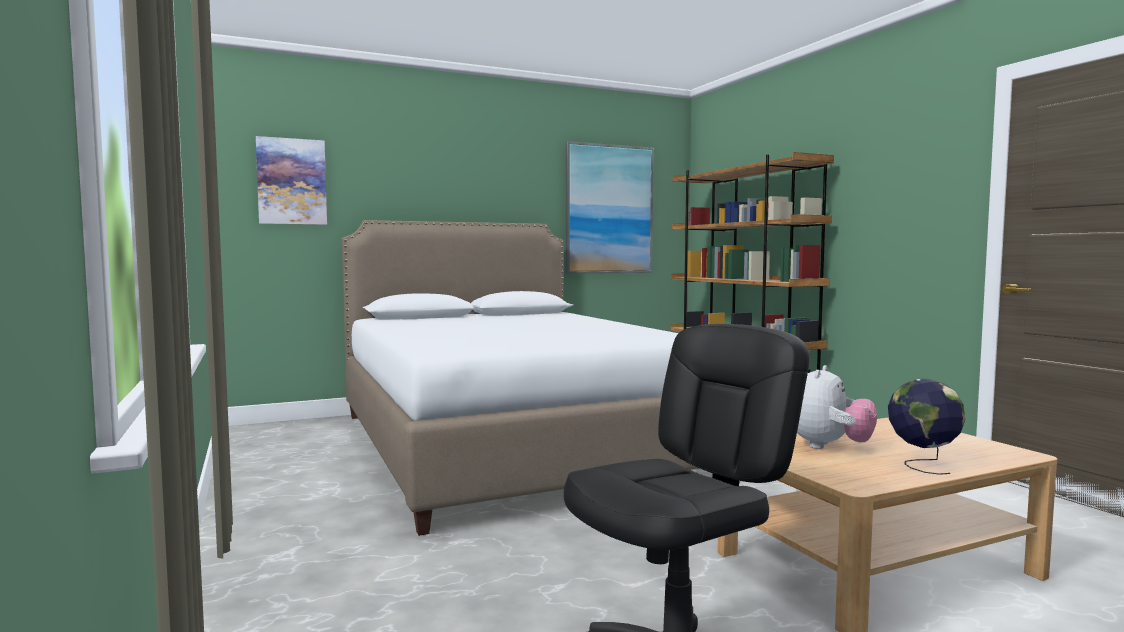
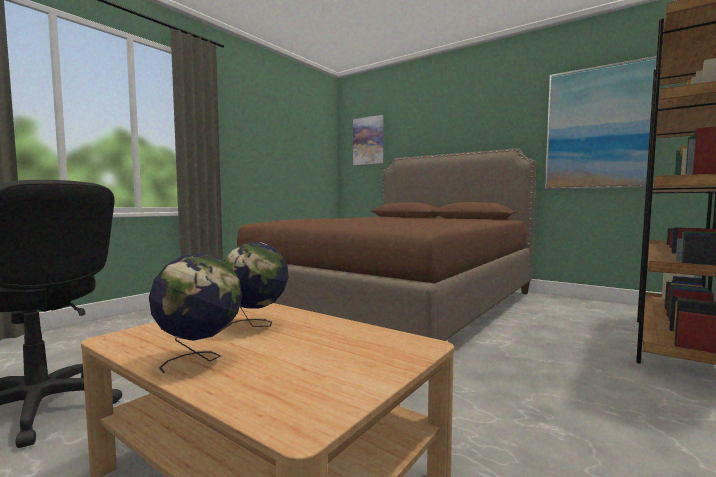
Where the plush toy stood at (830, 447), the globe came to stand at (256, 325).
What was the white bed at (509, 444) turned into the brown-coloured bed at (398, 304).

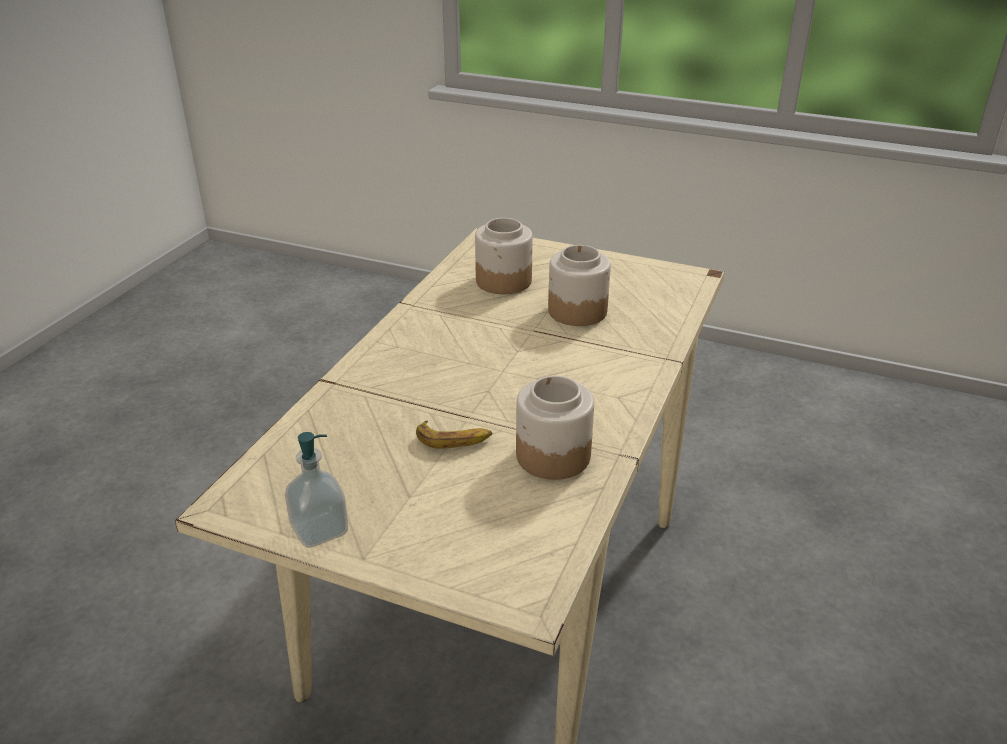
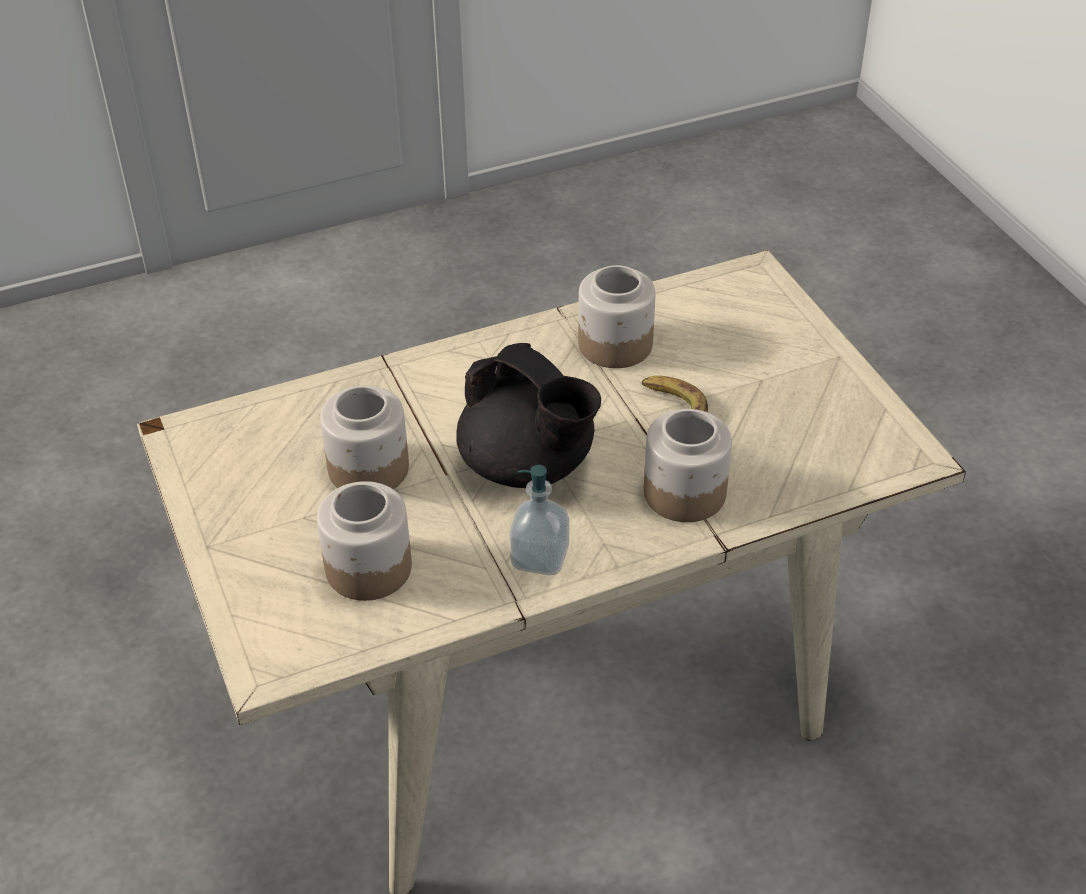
The second view gained the blackish pot for tea at (528, 466).
The soap bottle ended up elsewhere, having gone from (320, 530) to (540, 557).
The second view gained the preserve jar at (683, 493).

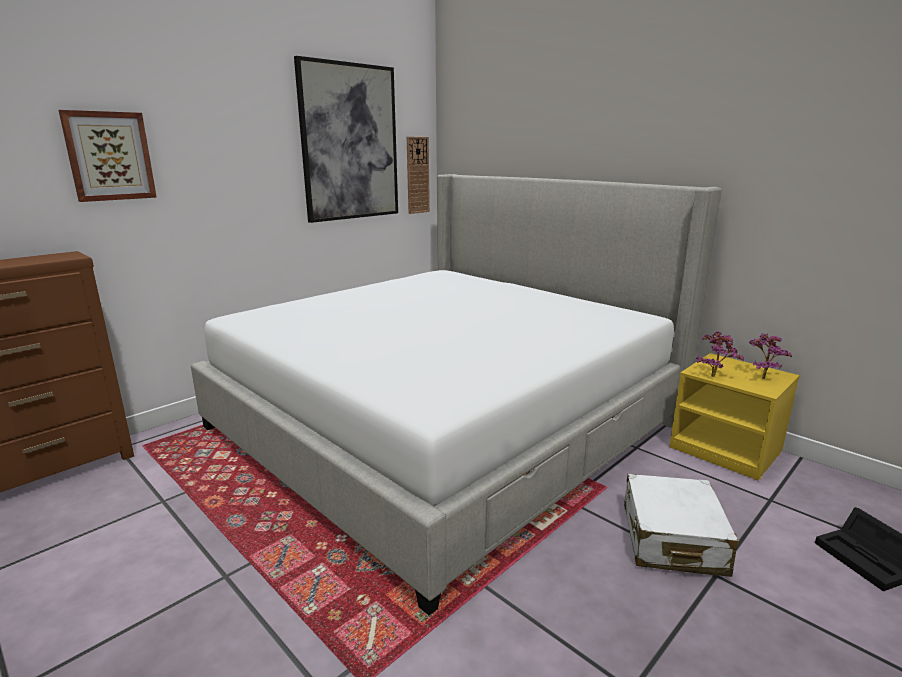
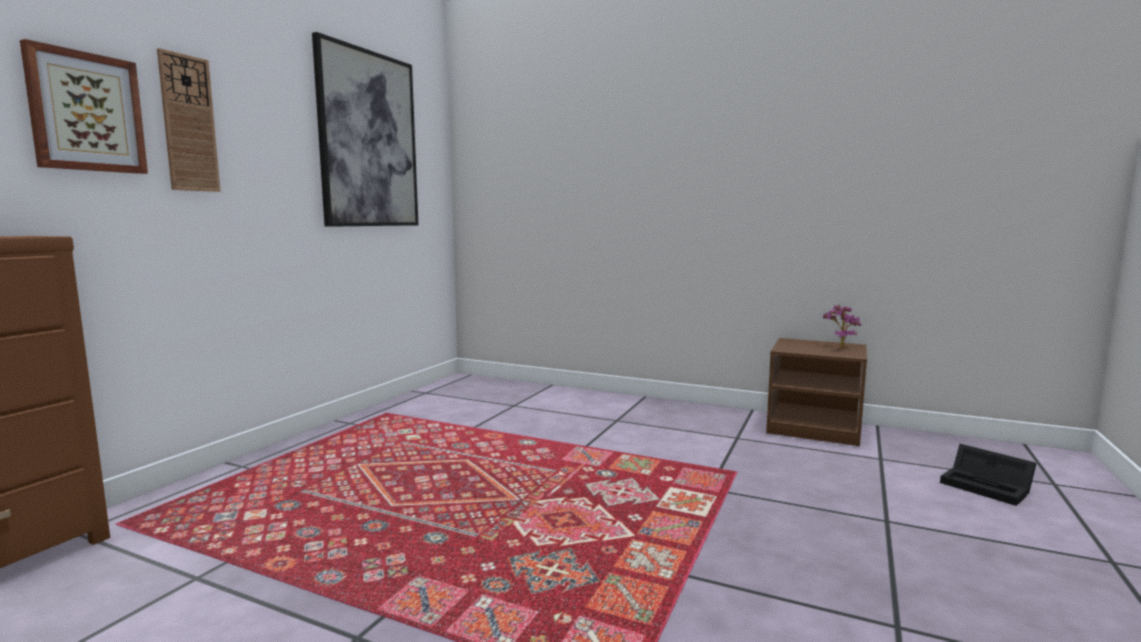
The clock on the wall ended up elsewhere, having gone from (417, 175) to (189, 124).
What was the yellow nightstand at (726, 450) turned into the brown-coloured nightstand at (815, 429).
The second view lost the bed at (446, 423).
The second view lost the white travel case at (672, 539).
The second view lost the potted plant at (714, 376).

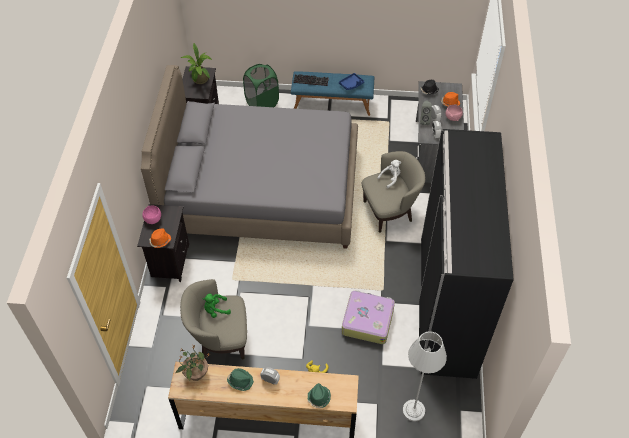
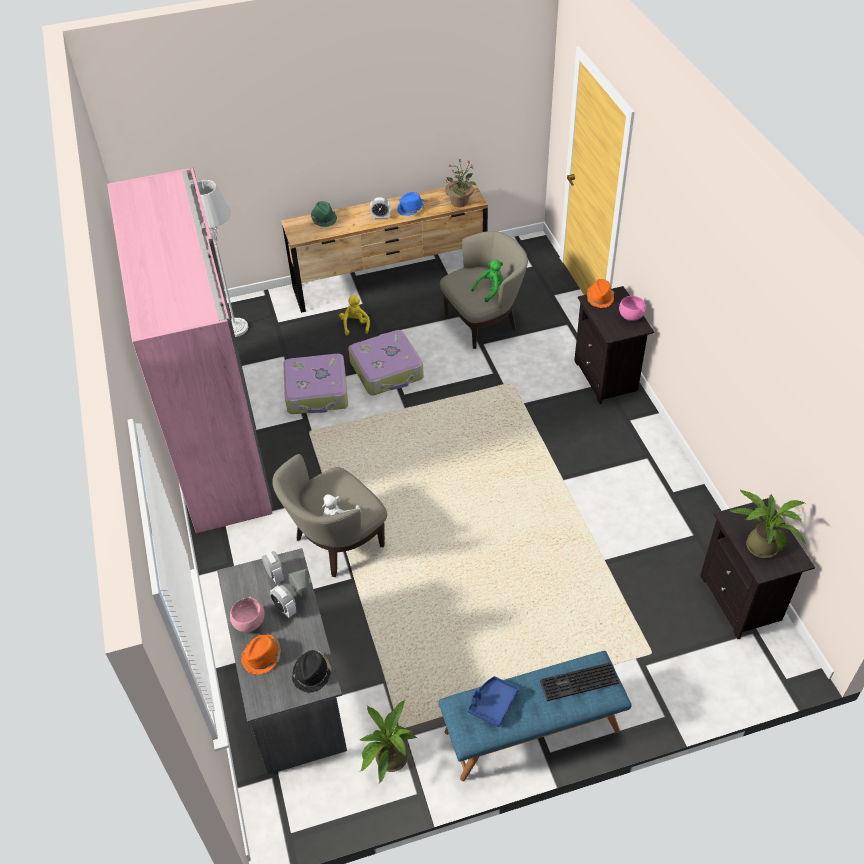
What was the blackish wardrobe at (446, 306) turned into the pink wardrobe at (217, 439).
The second view gained the travel case at (387, 371).
The second view gained the potted plant at (388, 760).
What was the green-coloured clothing hat at (240, 381) turned into the blue clothing hat at (411, 209).
The second view lost the gray bed at (261, 191).
The second view lost the green-coloured washing basket at (262, 103).

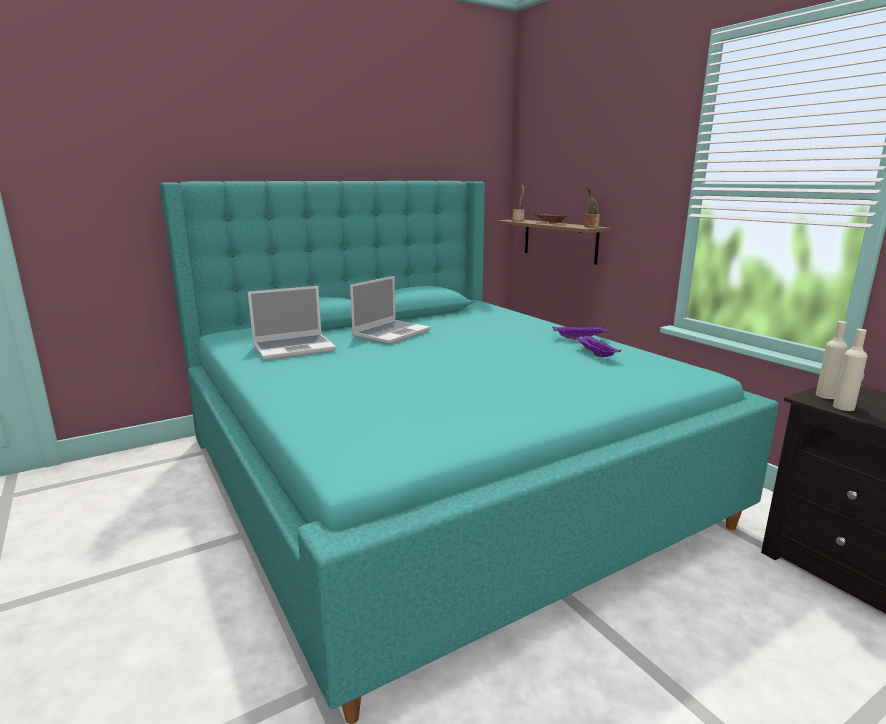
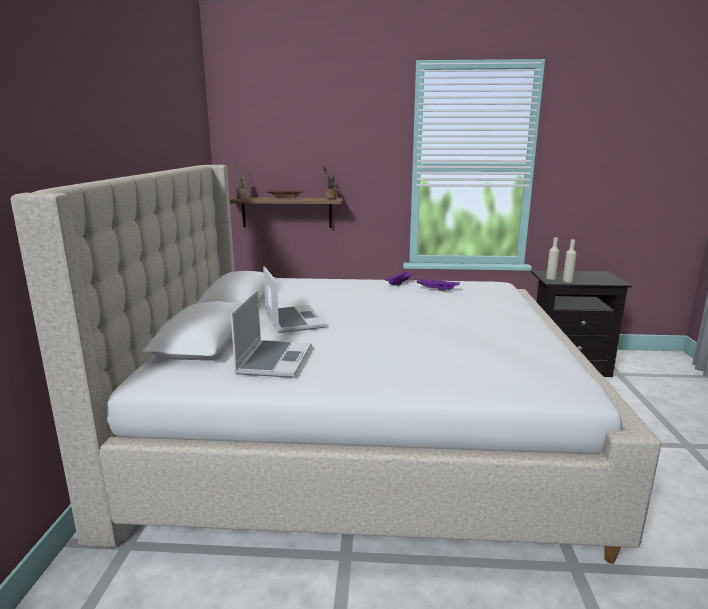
What was the turquoise bed at (434, 476) turned into the beige bed at (357, 431).

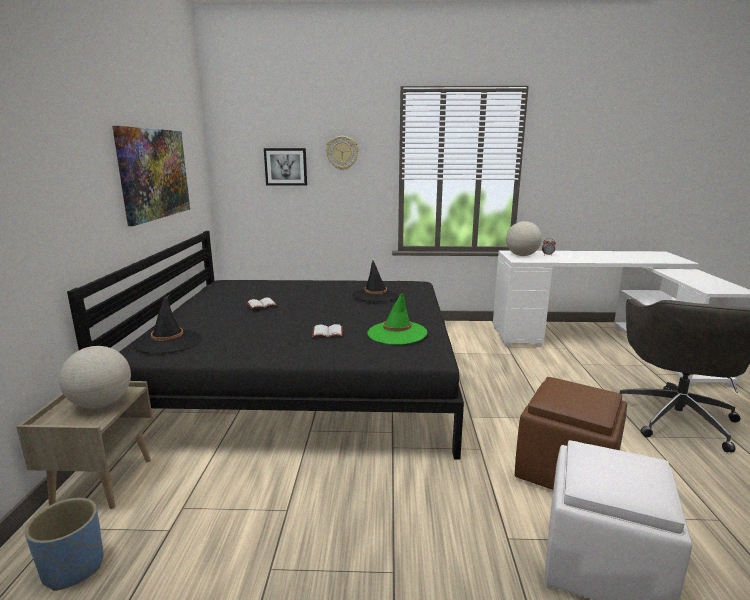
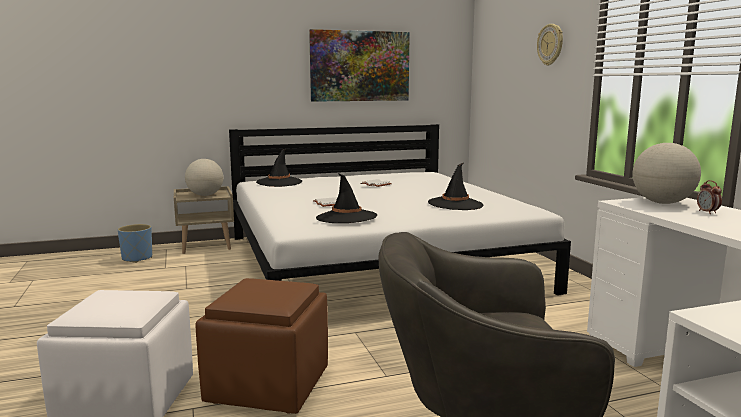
What was the blackish bed at (305, 377) turned into the white bed at (376, 262).
What was the green-coloured clothing hat at (397, 333) turned into the blackish clothing hat at (346, 217).
The second view lost the wall picture at (286, 167).

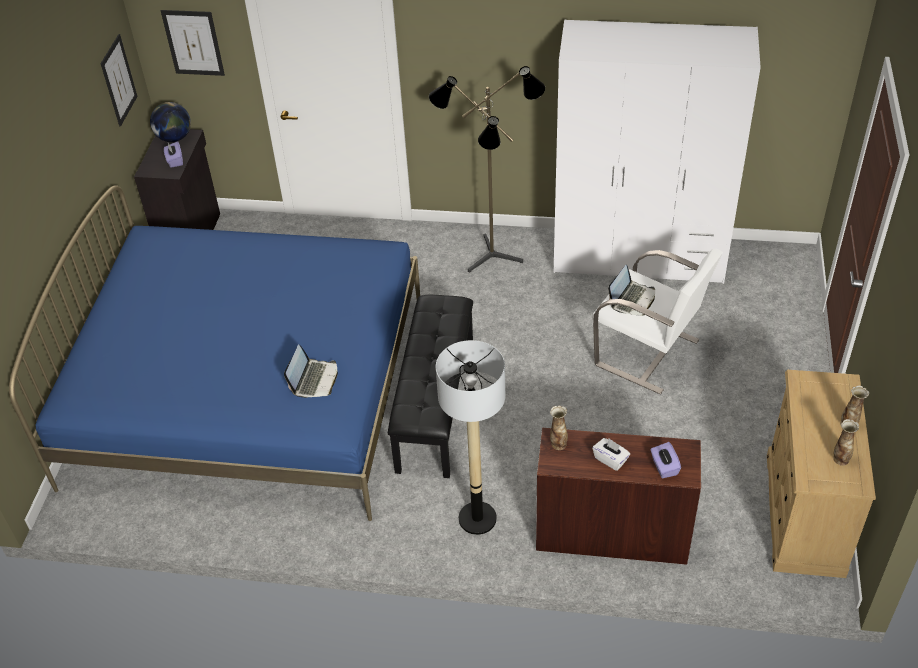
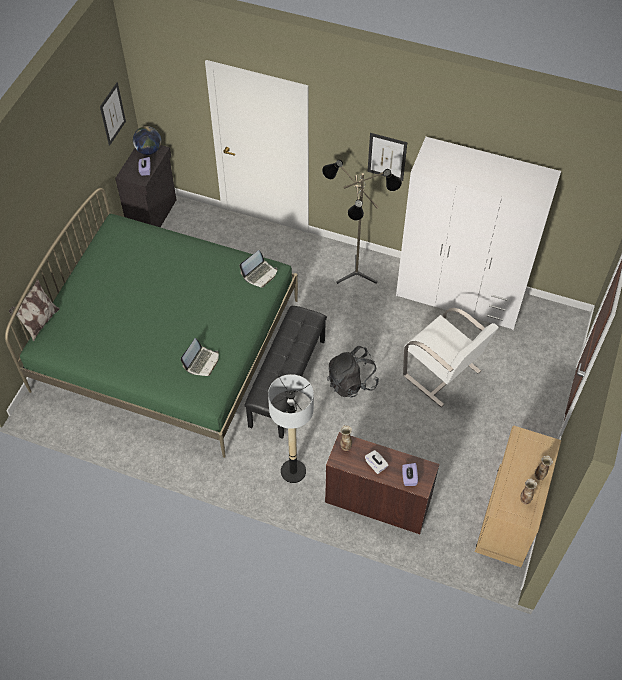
What was the blue bed at (249, 390) turned into the green-coloured bed at (167, 344).
The second view gained the throw pillow at (40, 323).
The laptop ended up elsewhere, having gone from (632, 299) to (260, 274).
The second view gained the blackish knapsack at (351, 382).
The wall picture ended up elsewhere, having gone from (193, 43) to (387, 156).

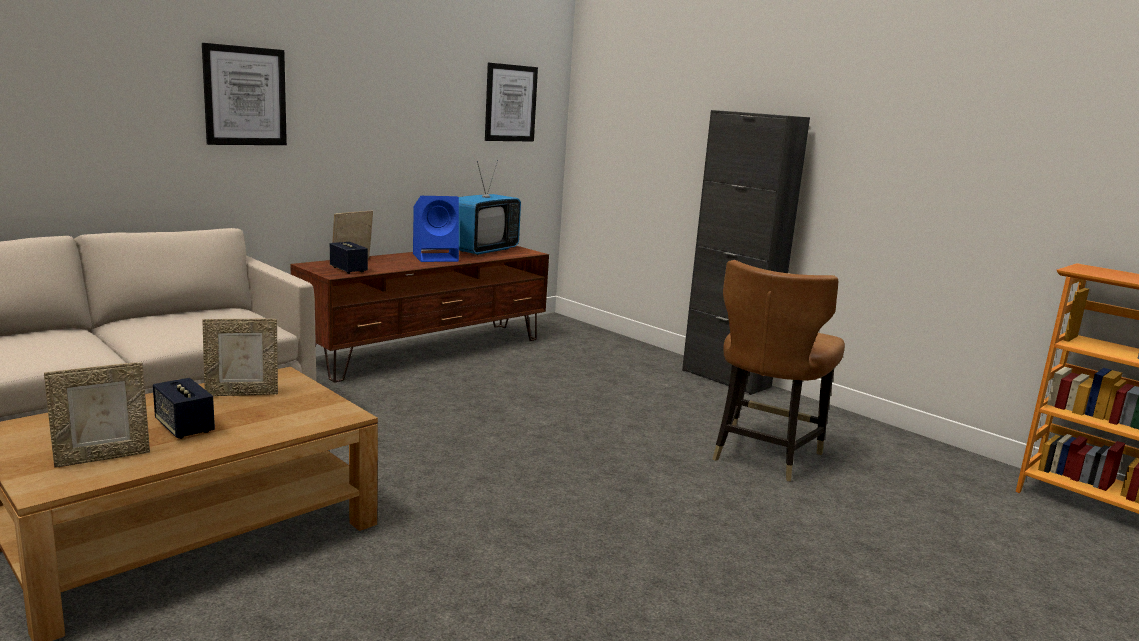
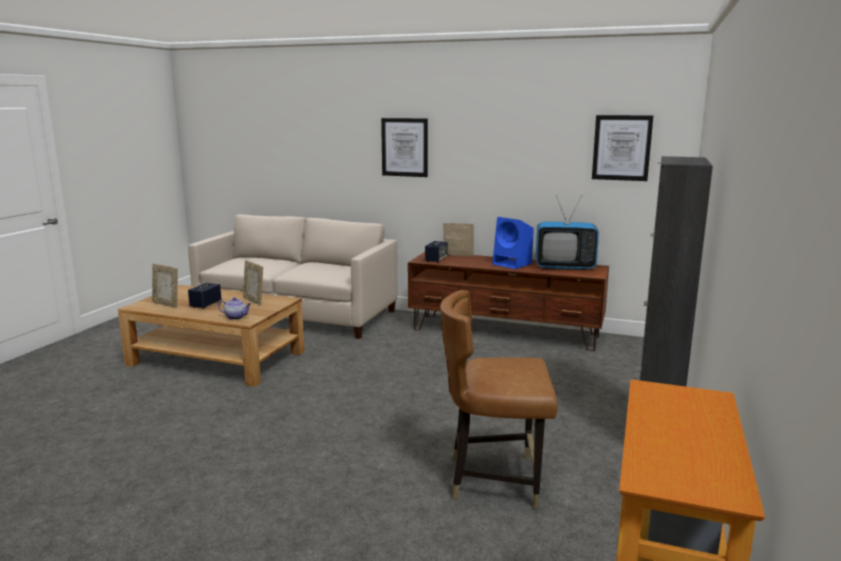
The second view gained the pot for tea at (236, 317).

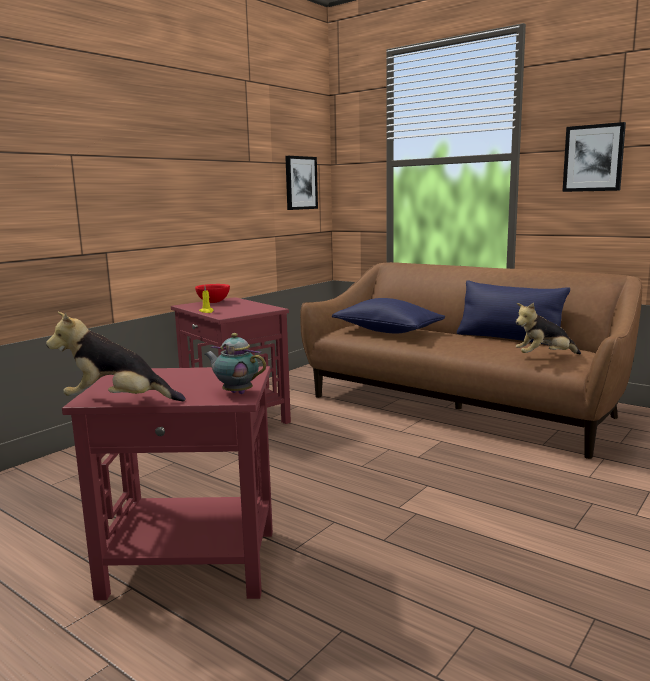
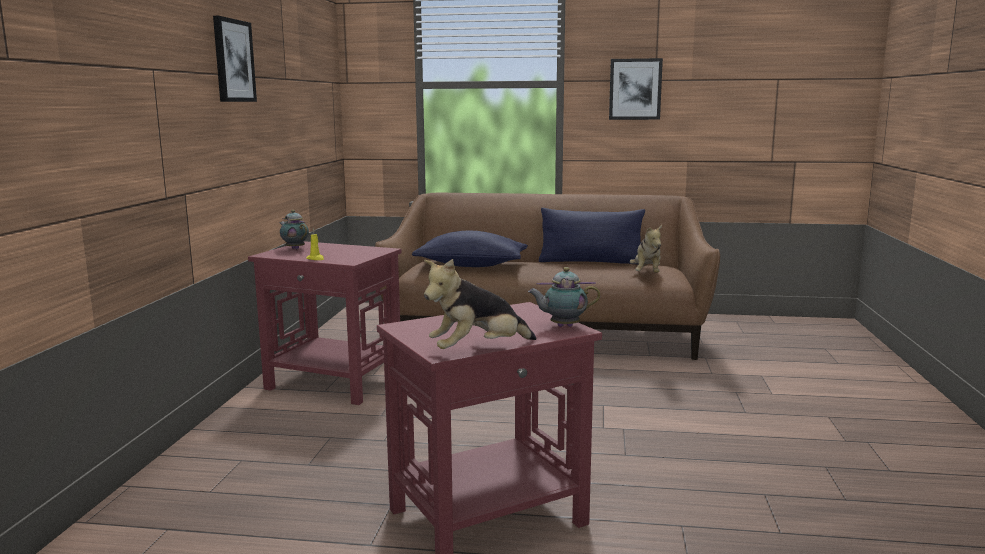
The wall picture ended up elsewhere, having gone from (300, 183) to (233, 61).
Where the reddish bowl stood at (214, 302), the pot for tea came to stand at (294, 248).
The plush toy at (544, 357) ended up facing another way, 45 degrees counterclockwise from before.

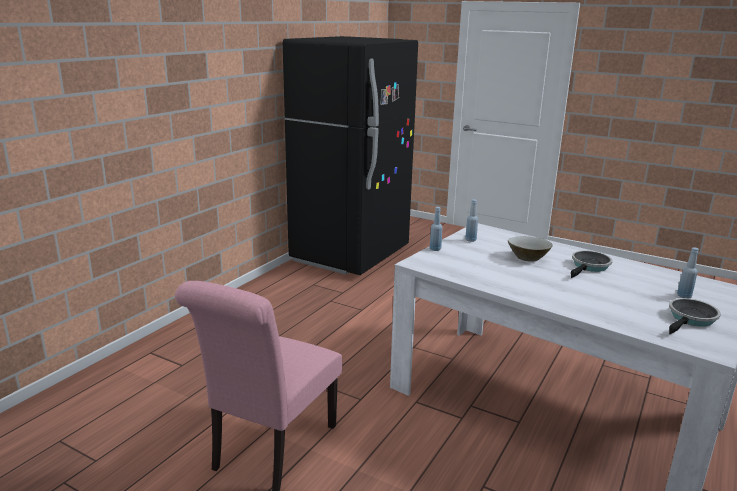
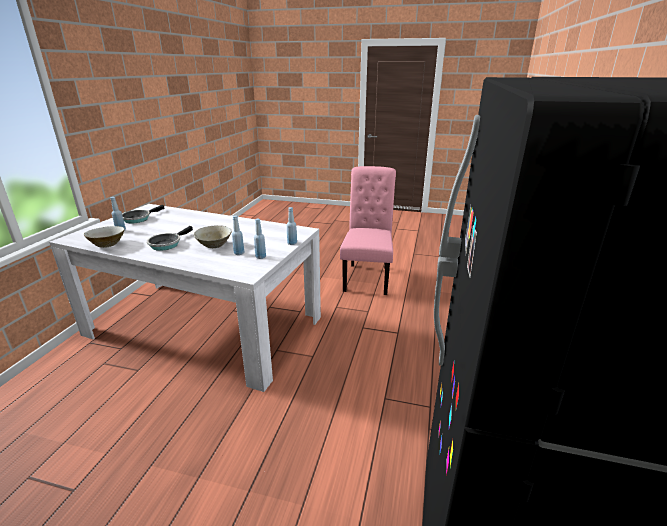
The second view gained the beige bowl at (108, 244).
The second view gained the blue bottle at (239, 253).

